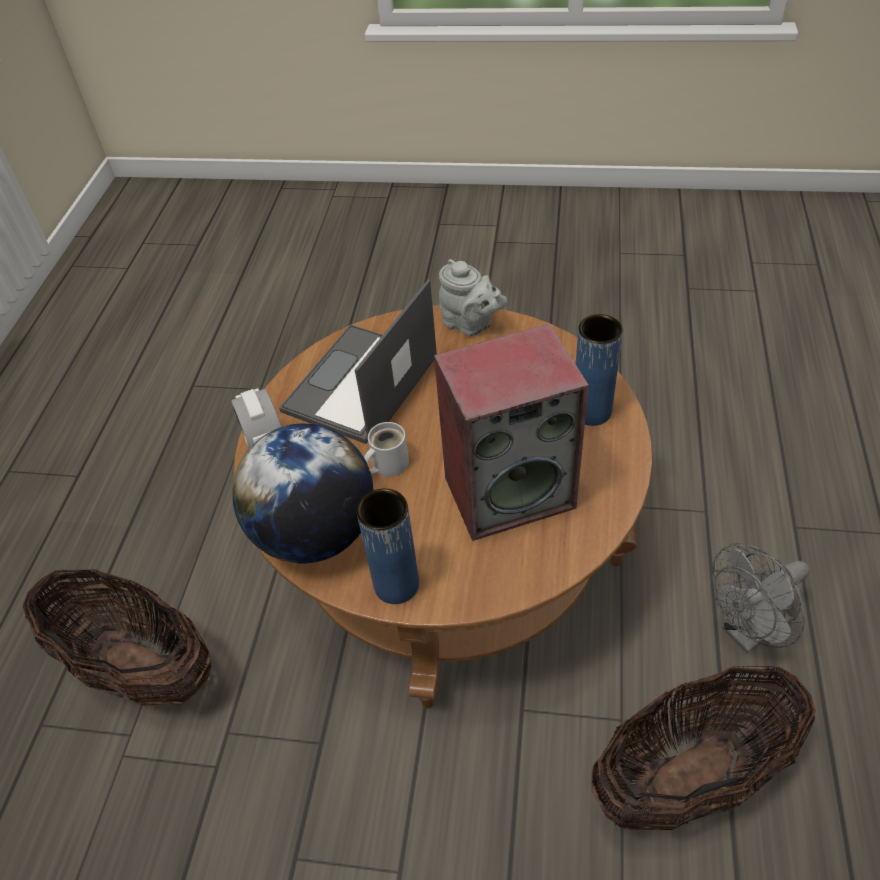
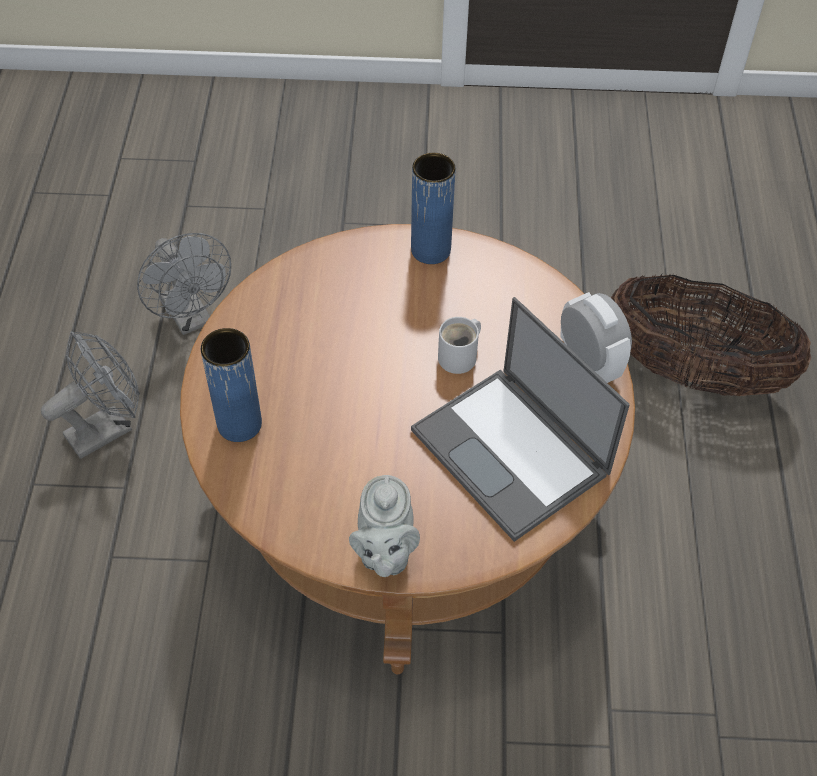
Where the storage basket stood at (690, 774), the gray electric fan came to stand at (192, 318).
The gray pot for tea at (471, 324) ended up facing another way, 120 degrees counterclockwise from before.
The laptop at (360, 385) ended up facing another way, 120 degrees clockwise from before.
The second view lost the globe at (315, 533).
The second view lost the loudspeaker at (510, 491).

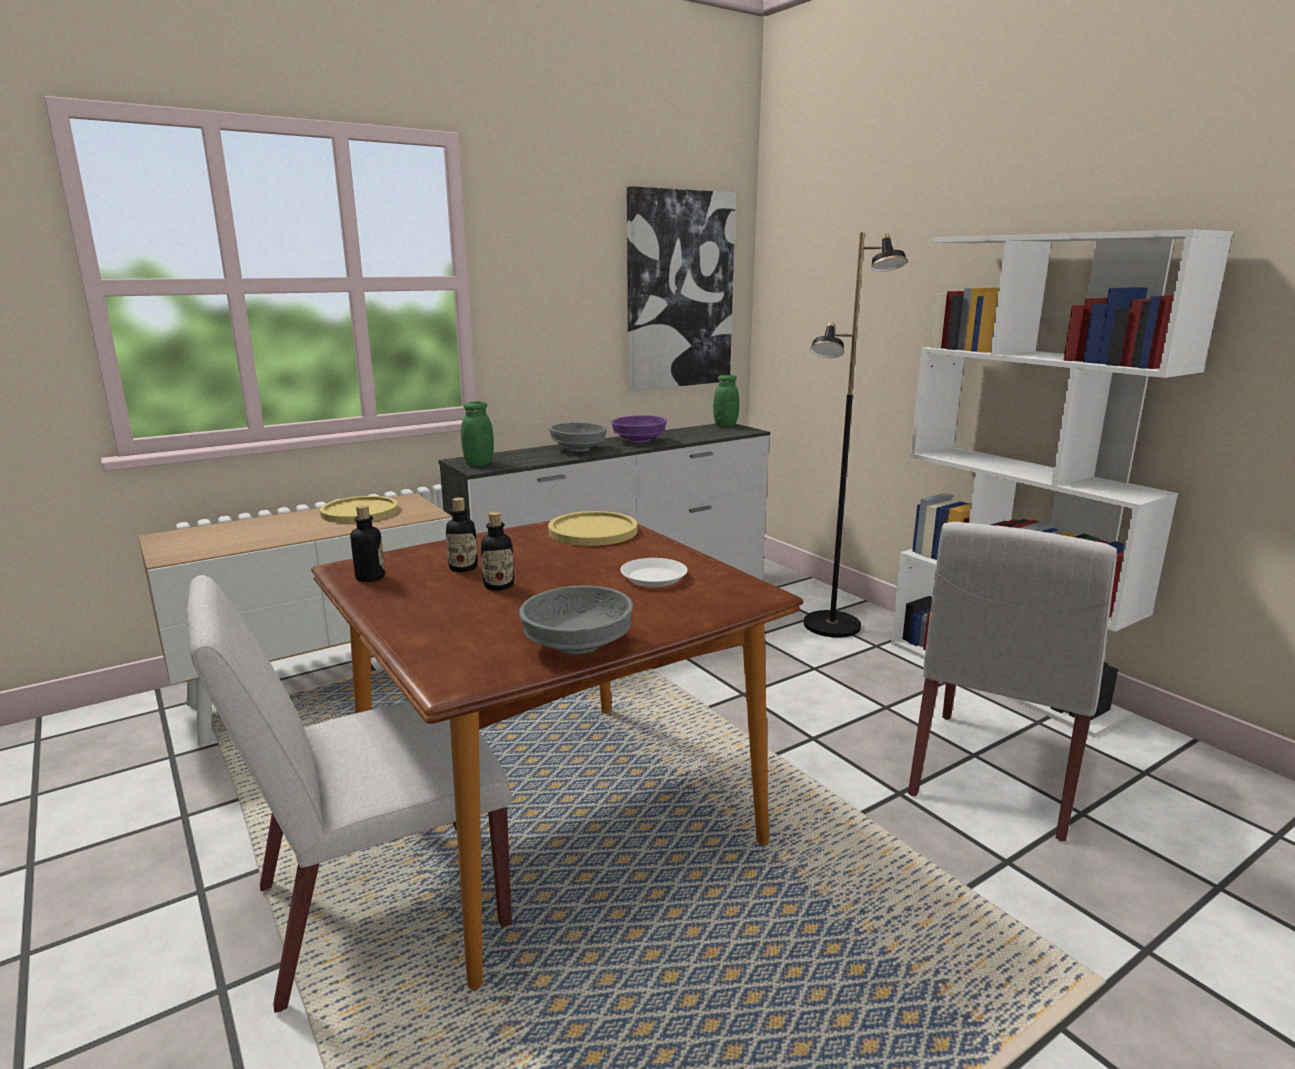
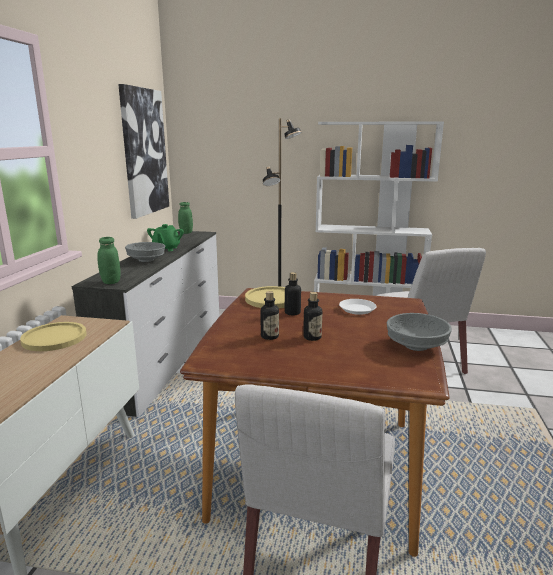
Where the purple-coloured bowl stood at (639, 441), the green-coloured pot for tea came to stand at (166, 249).
The bottle ended up elsewhere, having gone from (370, 578) to (292, 313).

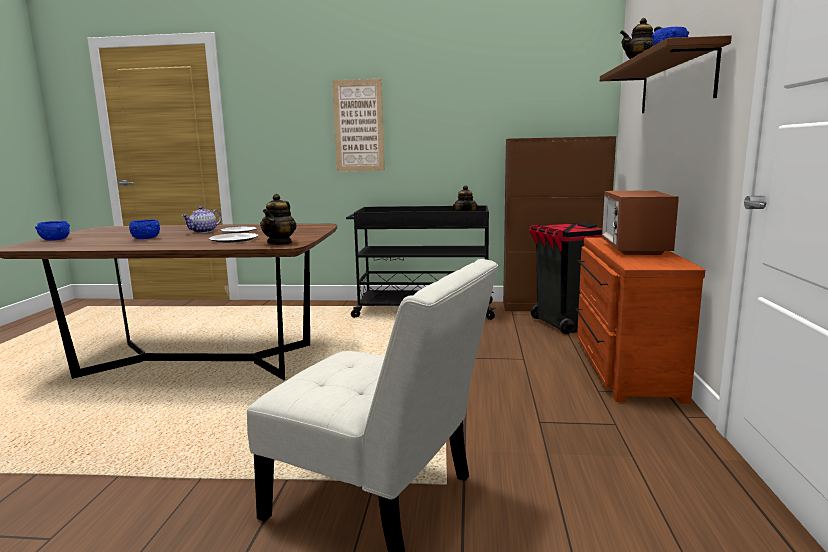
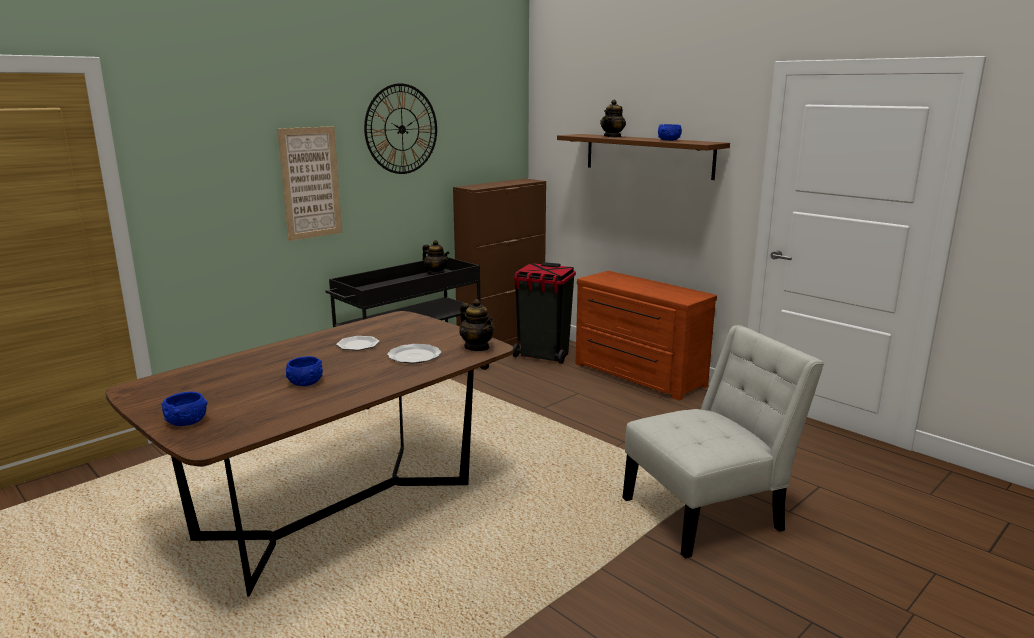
The second view gained the clock on the wall at (401, 129).
The second view lost the pot for tea at (203, 231).
The second view lost the kitchen microwave at (634, 249).

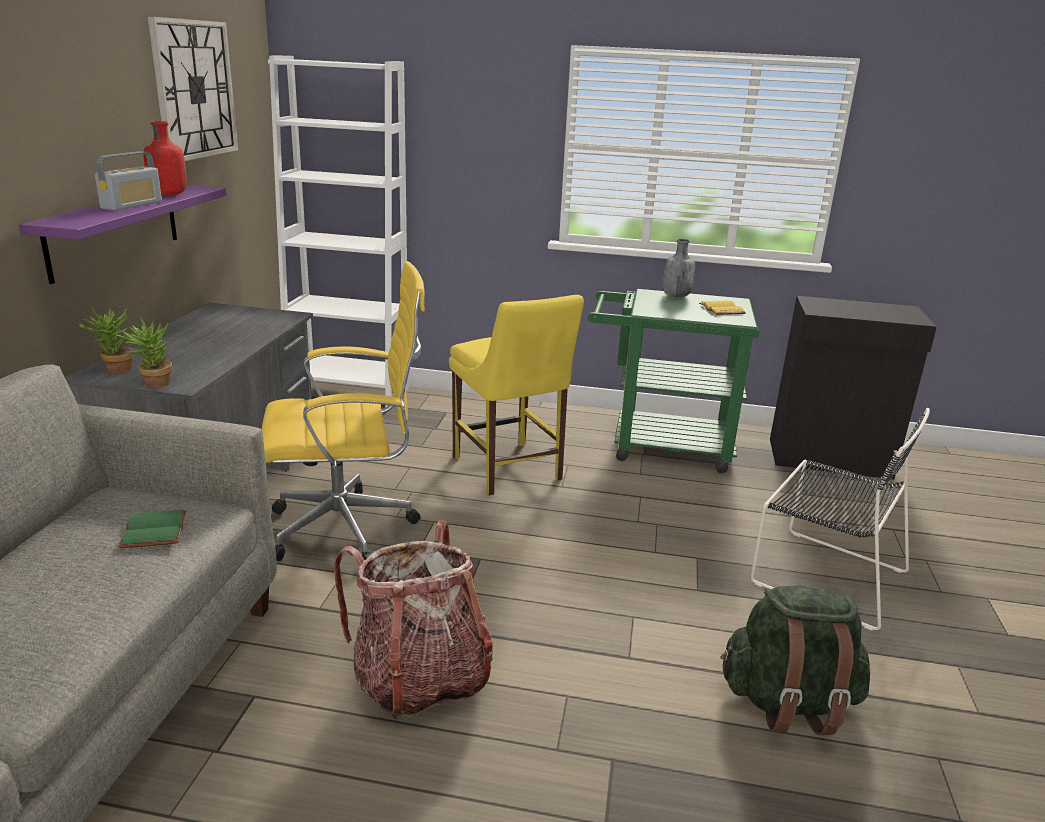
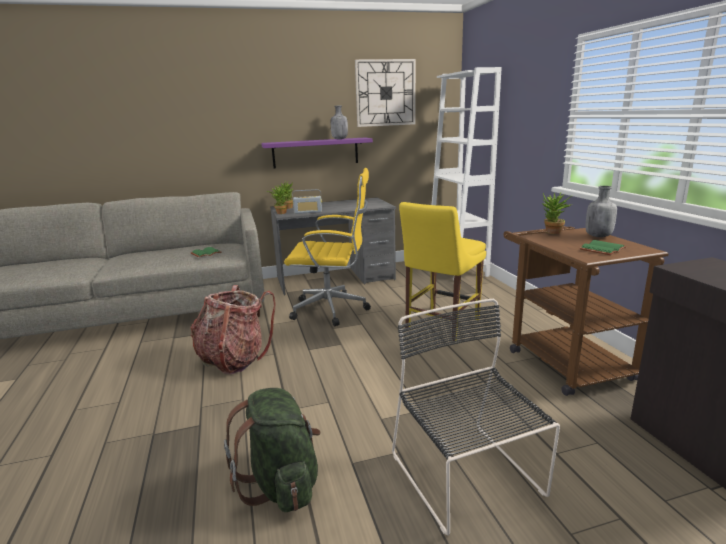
The yellow office chair at (349, 528) ended up facing another way, 45 degrees counterclockwise from before.
The radio ended up elsewhere, having gone from (132, 205) to (308, 212).
What was the reddish bottle at (168, 195) turned into the gray bottle at (339, 139).
The blackish chair at (823, 575) ended up facing another way, 150 degrees clockwise from before.
What was the green-coloured wheeled cart at (659, 445) turned into the brown-coloured wheeled cart at (562, 360).
The second view gained the potted plant at (552, 233).
What was the yellow bound book at (723, 310) turned into the green-coloured bound book at (603, 250).

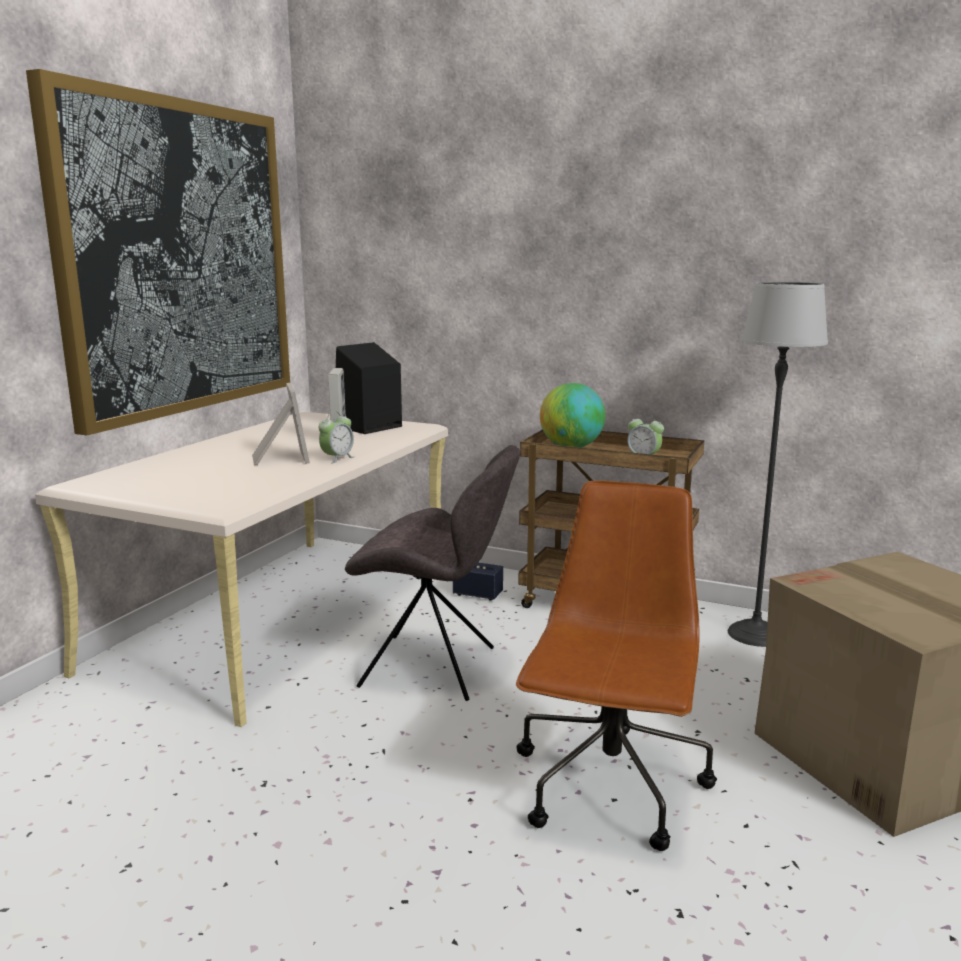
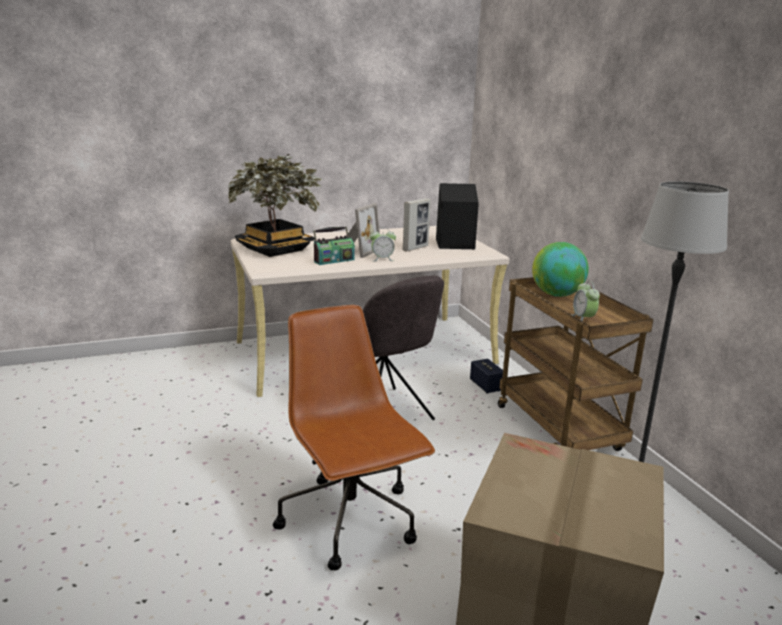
The second view gained the potted plant at (275, 249).
The brown-coloured office chair at (610, 788) ended up facing another way, 90 degrees counterclockwise from before.
The second view gained the radio at (333, 260).
The second view lost the wall picture at (178, 259).

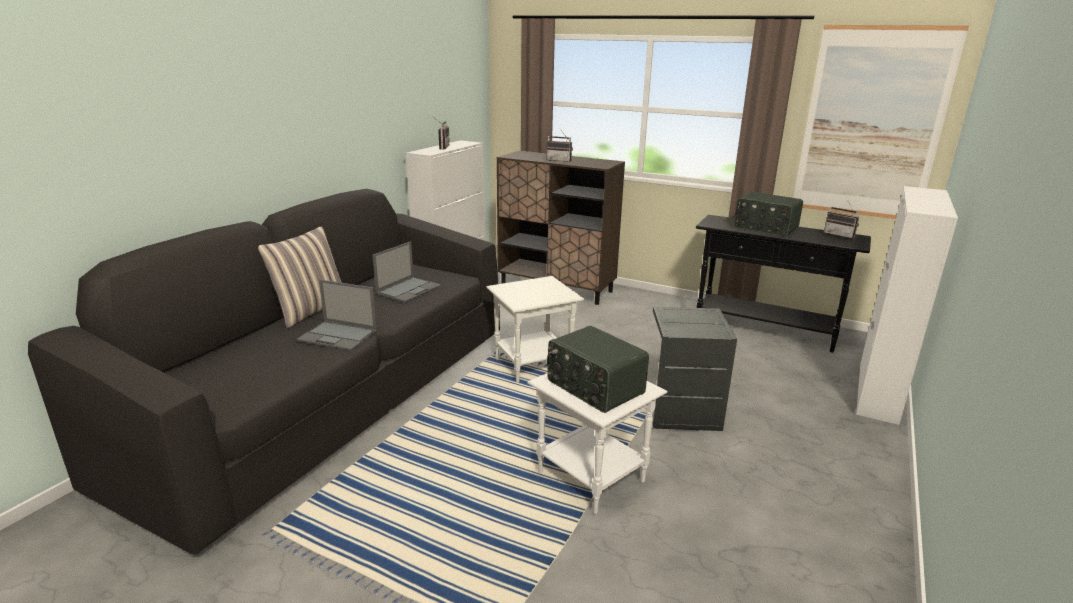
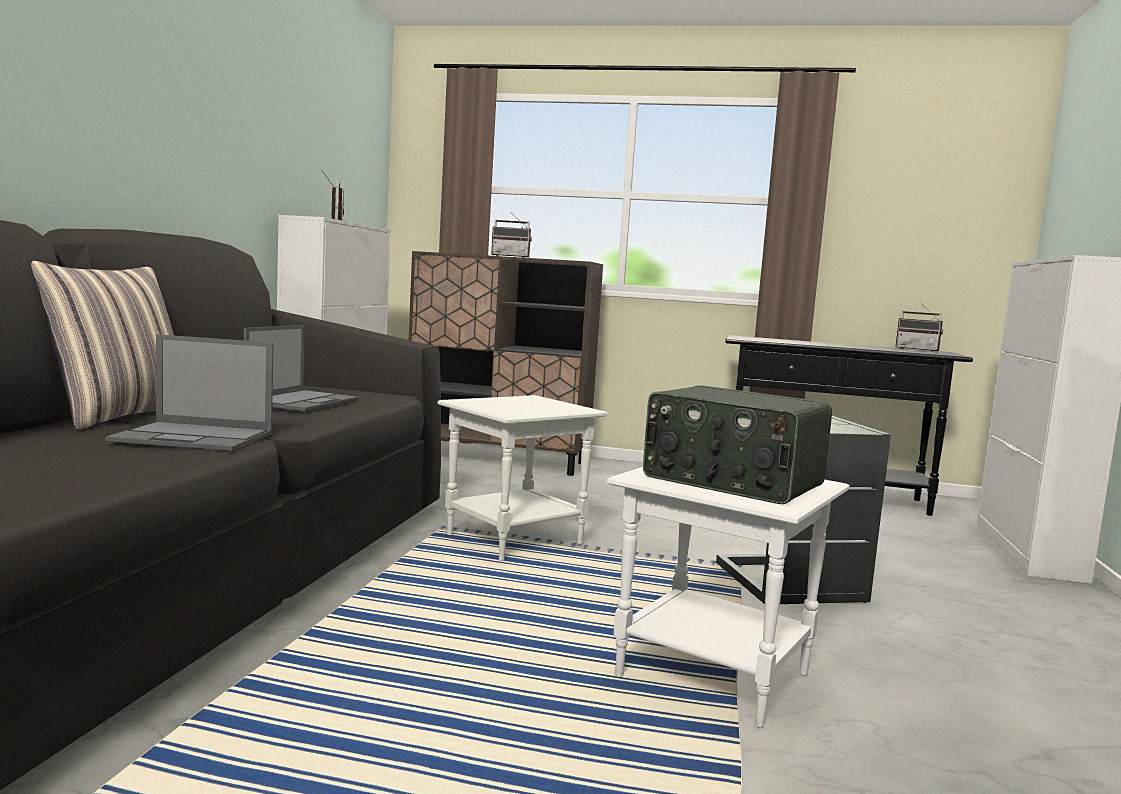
The second view lost the radio at (765, 228).
The second view lost the wall picture at (871, 124).

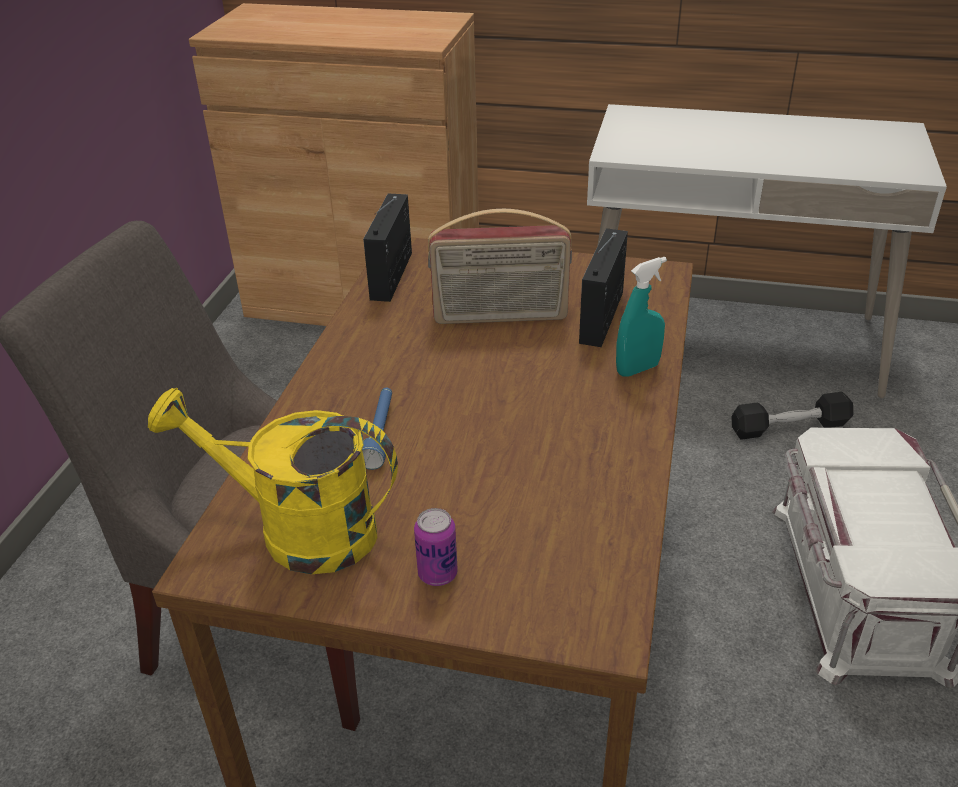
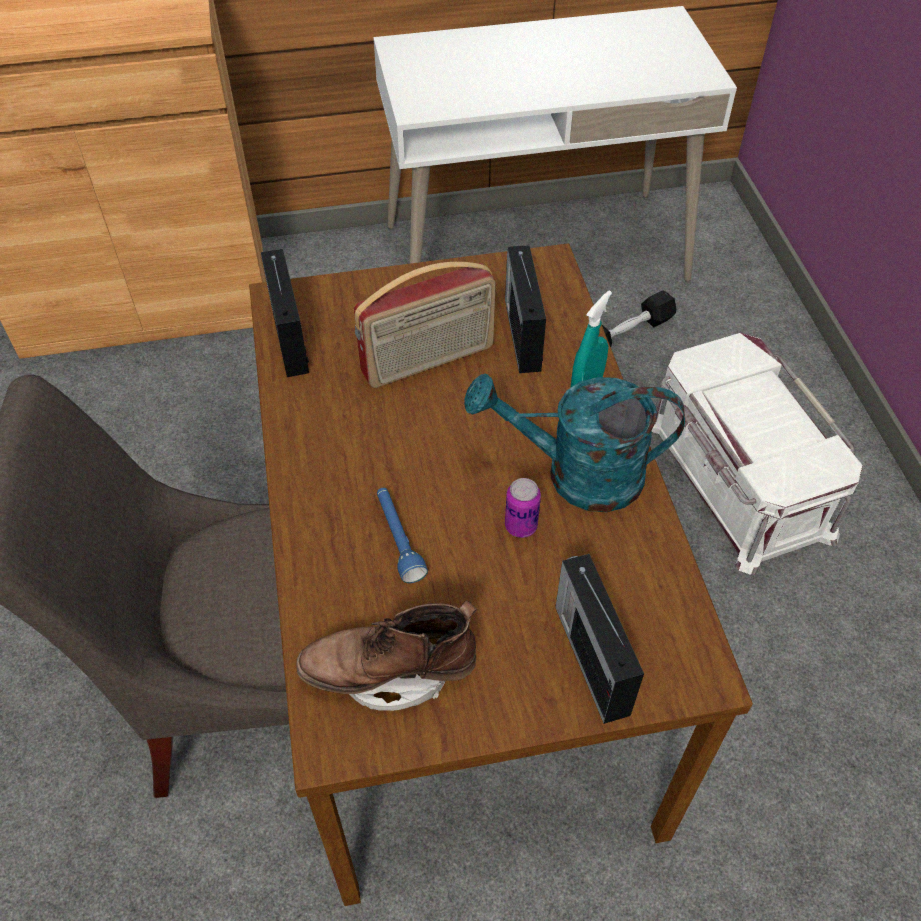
Where the yellow watering can stood at (298, 530), the brown-coloured high-top boot came to stand at (390, 673).
The second view gained the turquoise watering can at (576, 475).
The metal can ended up elsewhere, having gone from (437, 574) to (521, 526).
The second view gained the radio at (591, 657).

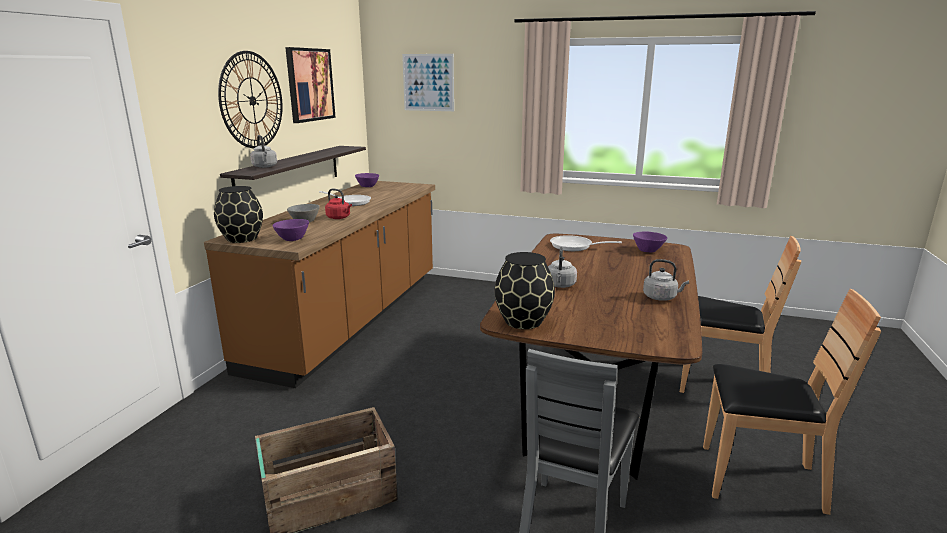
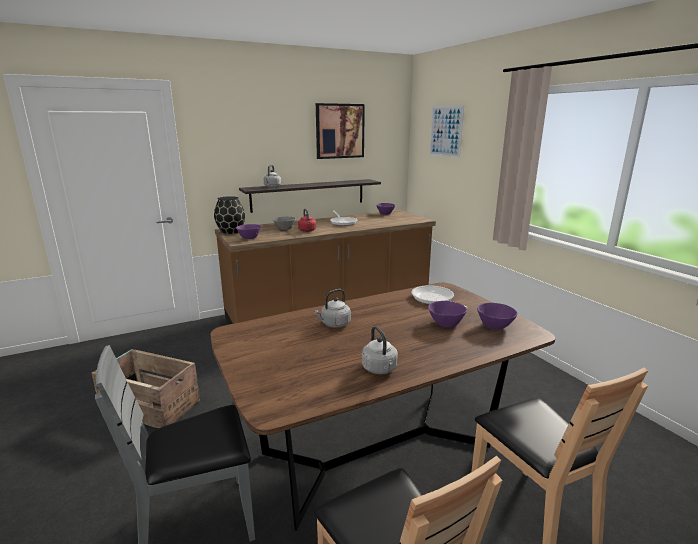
The second view gained the purple-coloured bowl at (446, 323).
The second view lost the clock on the wall at (252, 100).
The second view lost the blackish flower vase at (523, 321).

